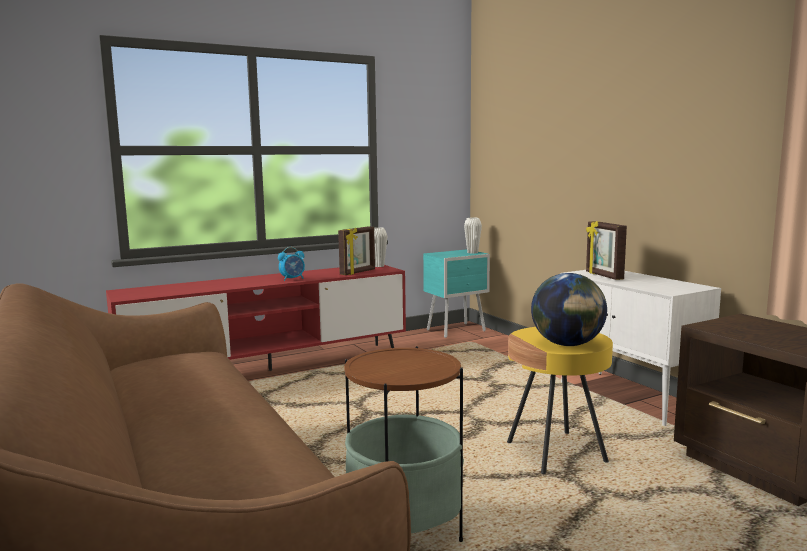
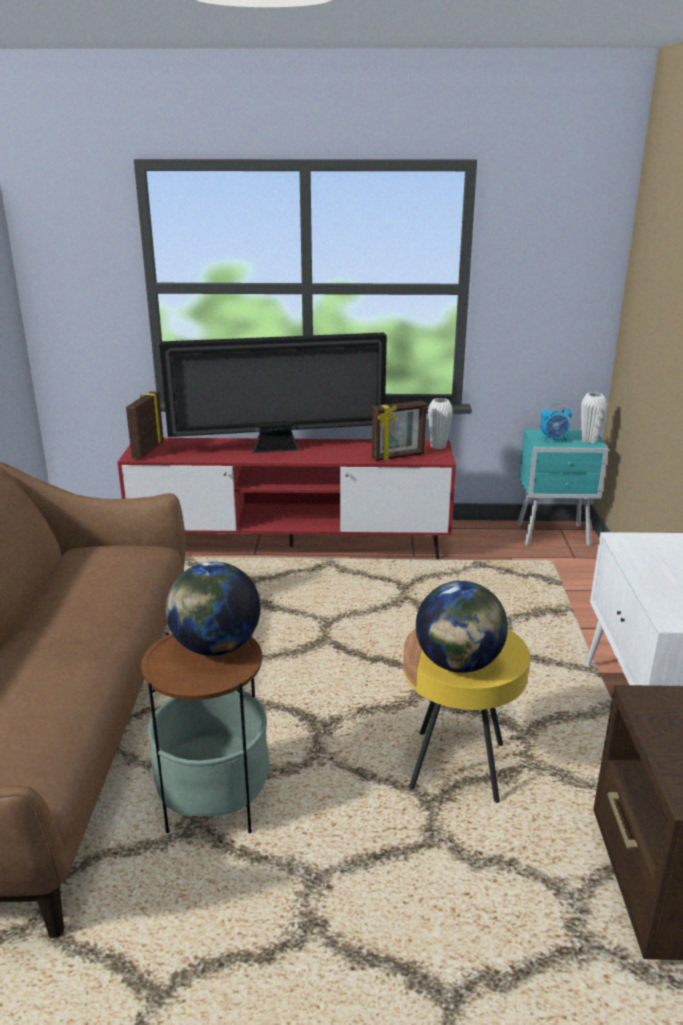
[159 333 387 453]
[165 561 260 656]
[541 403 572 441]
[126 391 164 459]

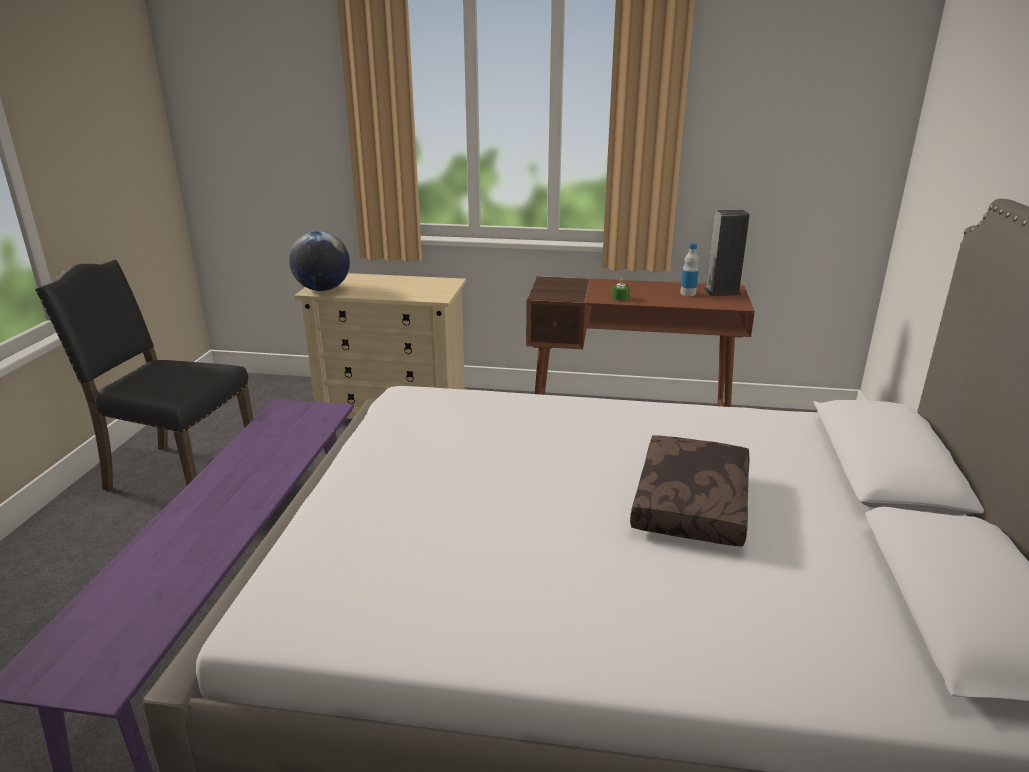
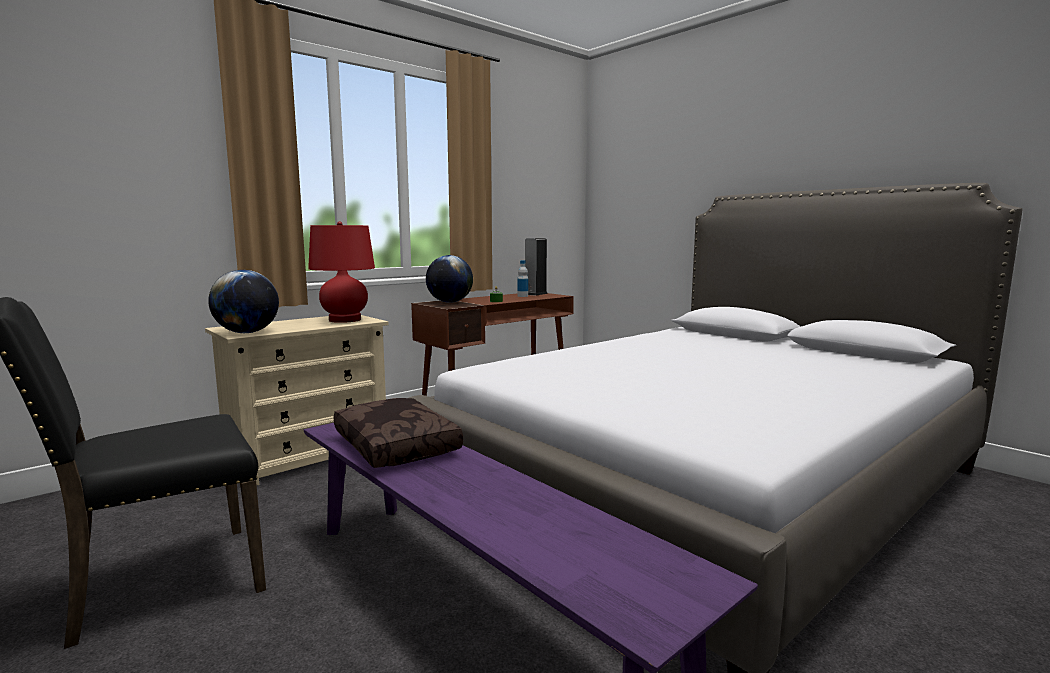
[308 221 375 323]
[426 255 473 303]
[334 398 463 468]

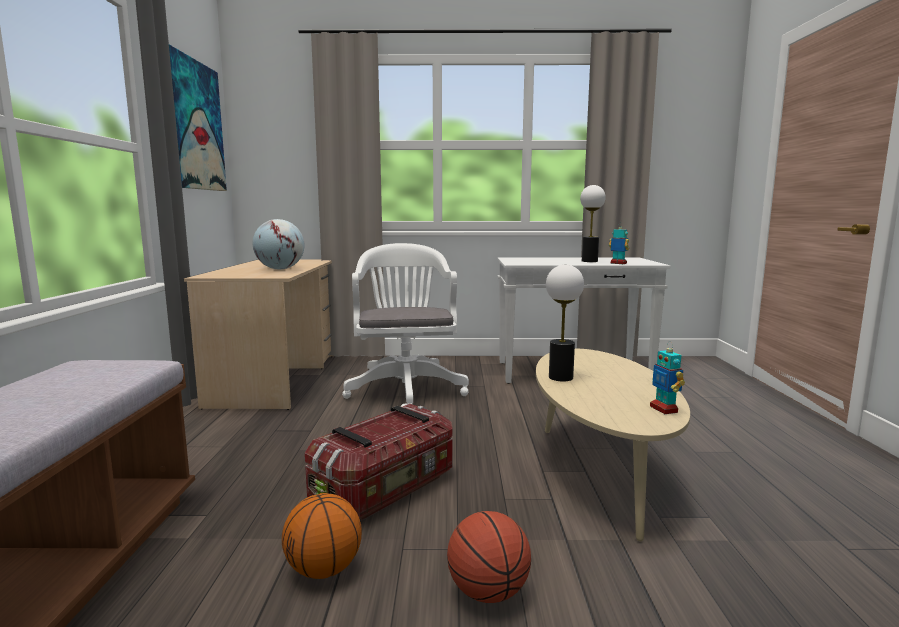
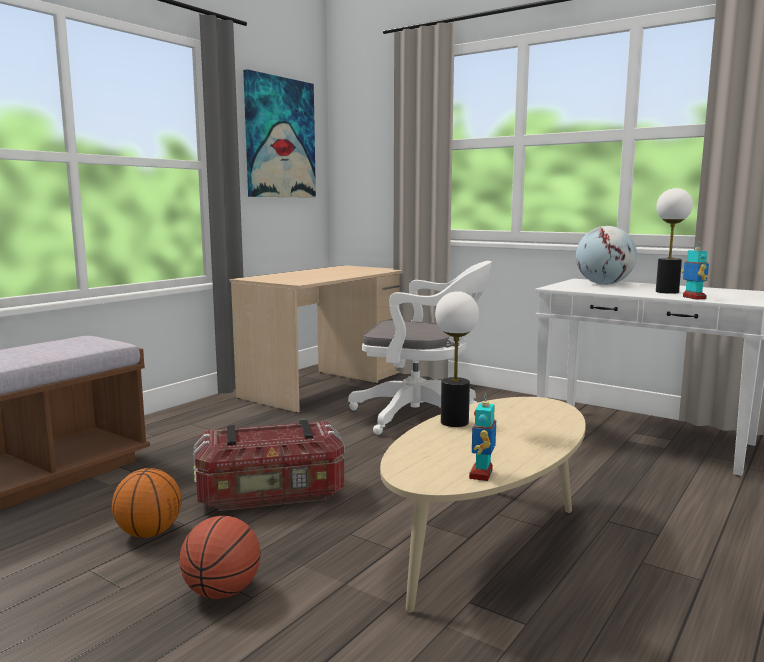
[576 226 637 285]
[348 261 492 435]

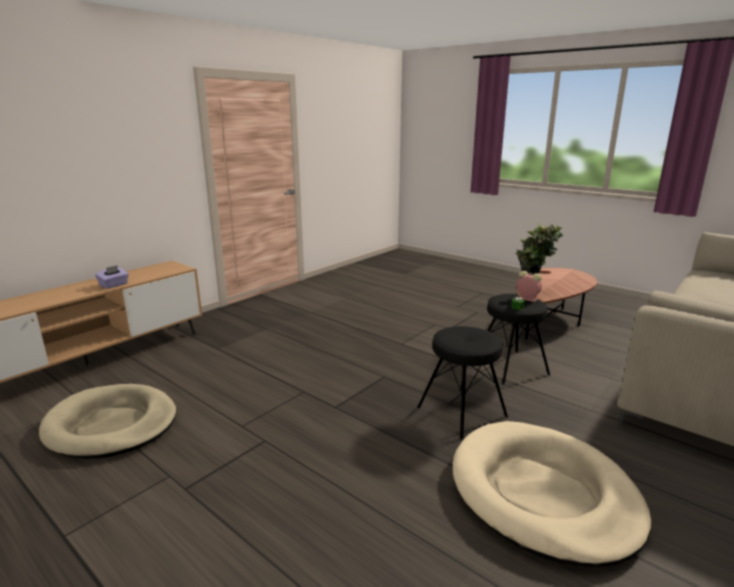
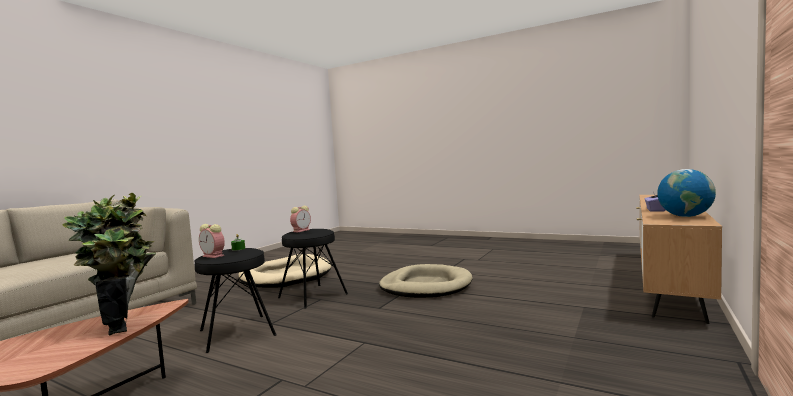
[290 206 311 232]
[657 169 716 217]
[379 264 473 298]

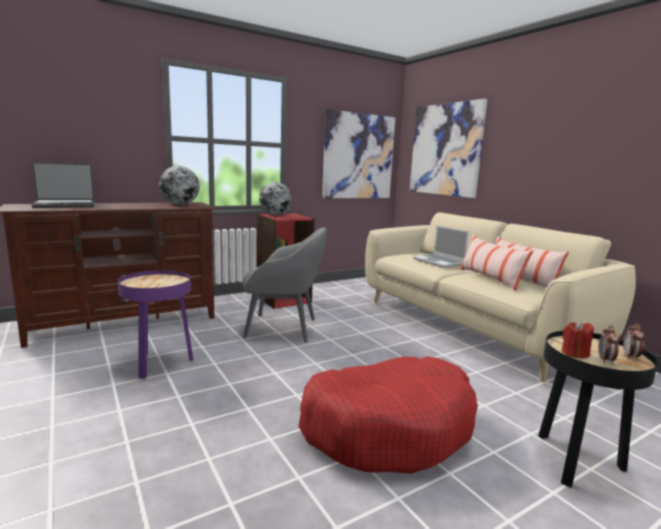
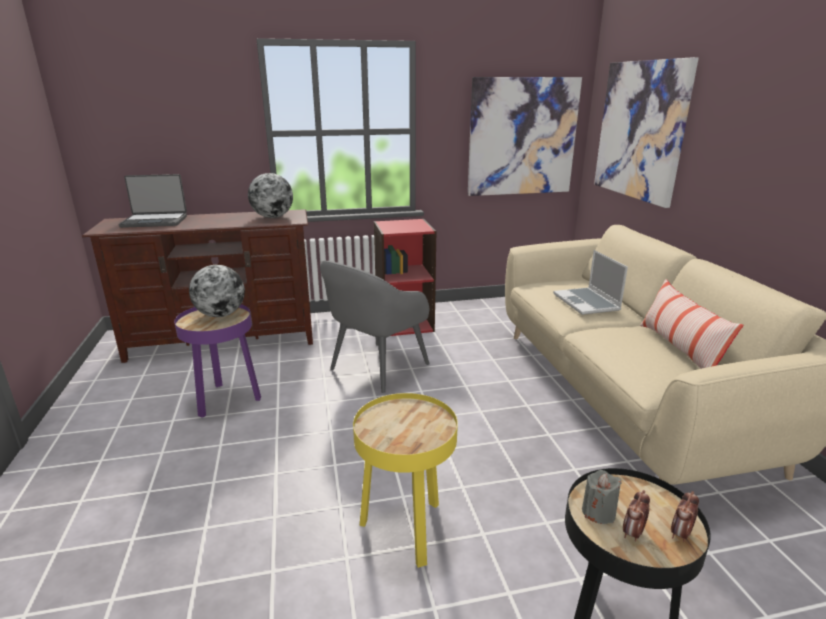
[459 235 533 291] (first image)
[189 265 245 317]
[353 393 458 568]
[582 470 622 524]
[320 261 430 393]

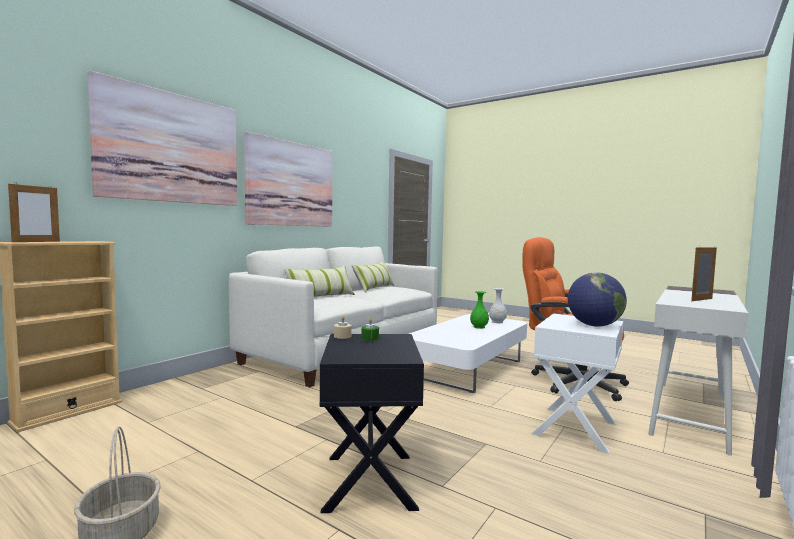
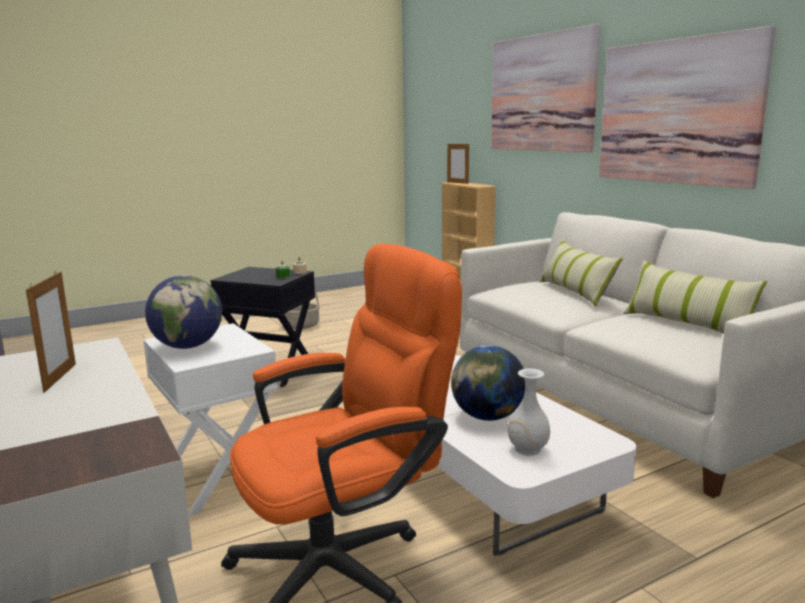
[451 345 525 421]

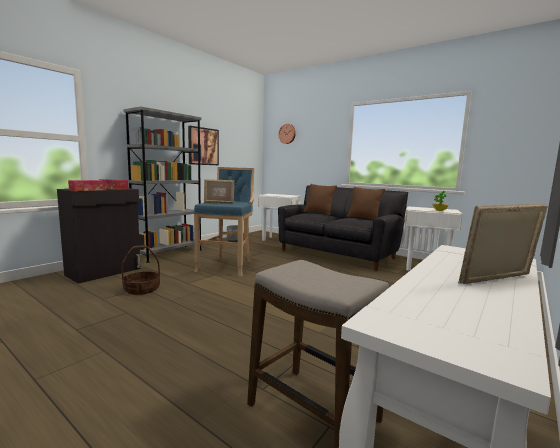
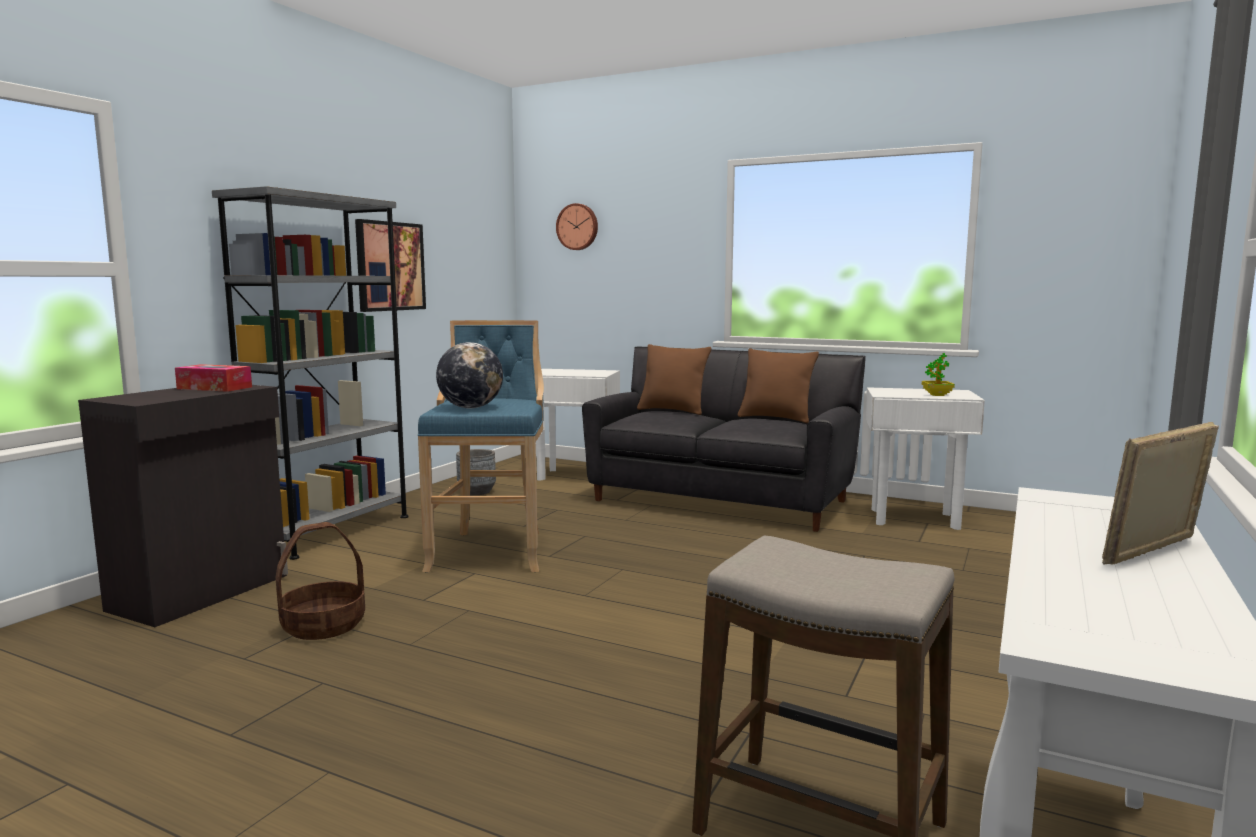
[68 180 105 191] (first image)
[436 342 503 408]

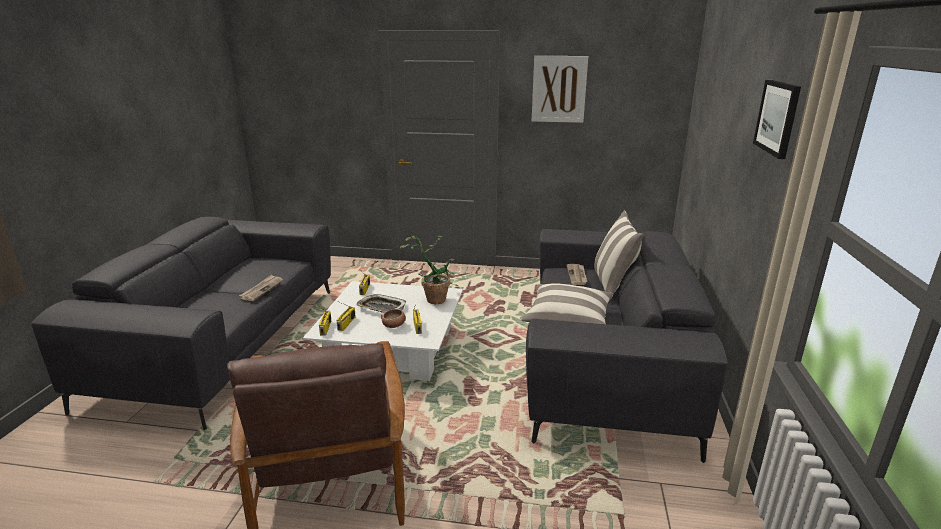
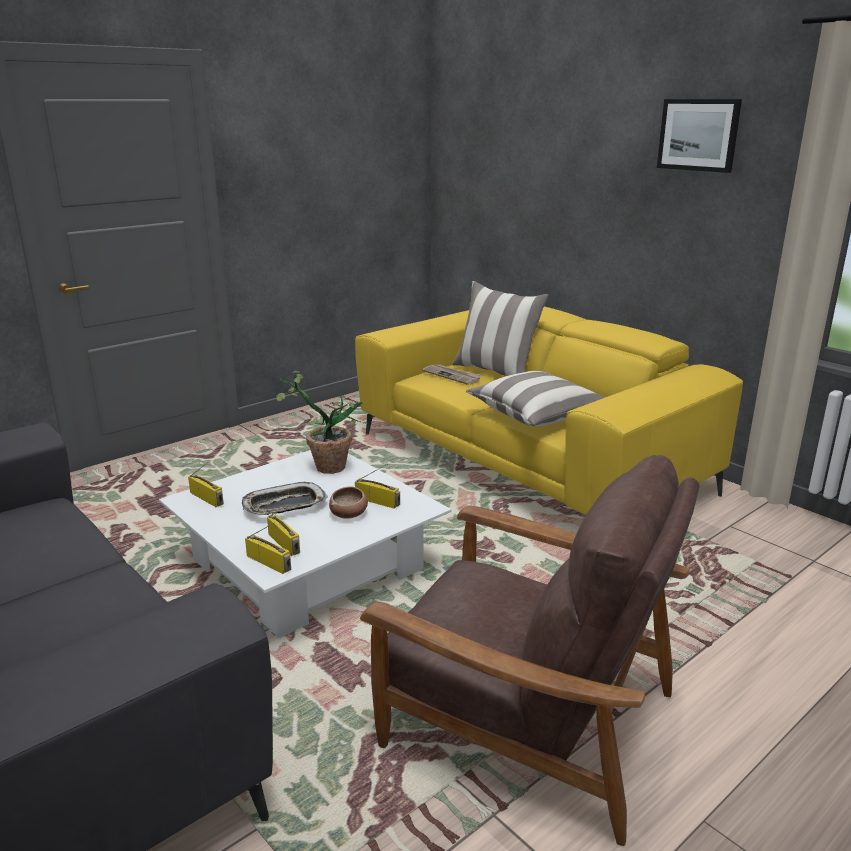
[239 275 283 301] (first image)
[532 56 588 123] (first image)
[355 306 743 515]

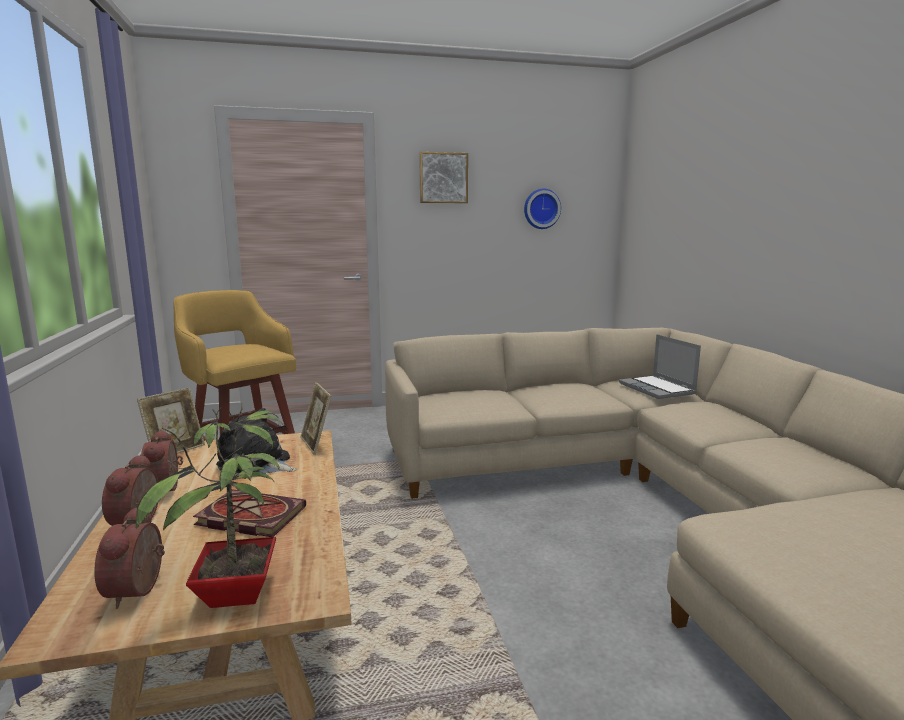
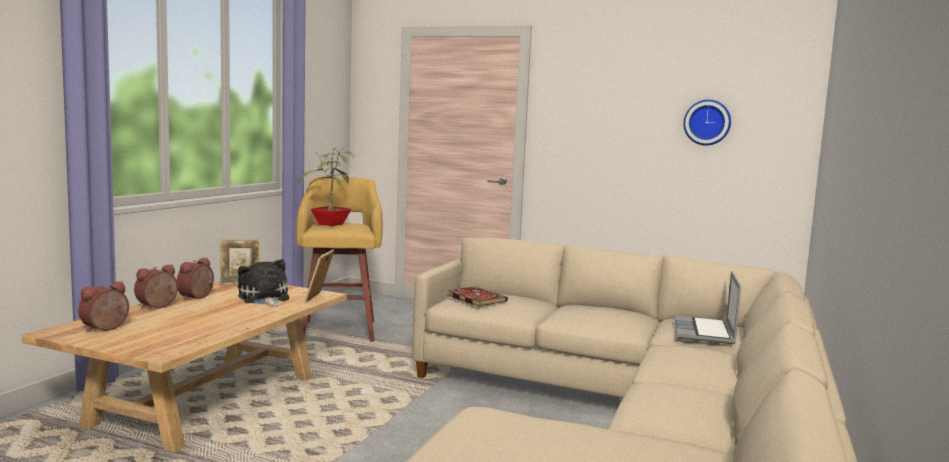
[419 152 468 203] (first image)
[299 148 353 226]
[448 286 508 306]

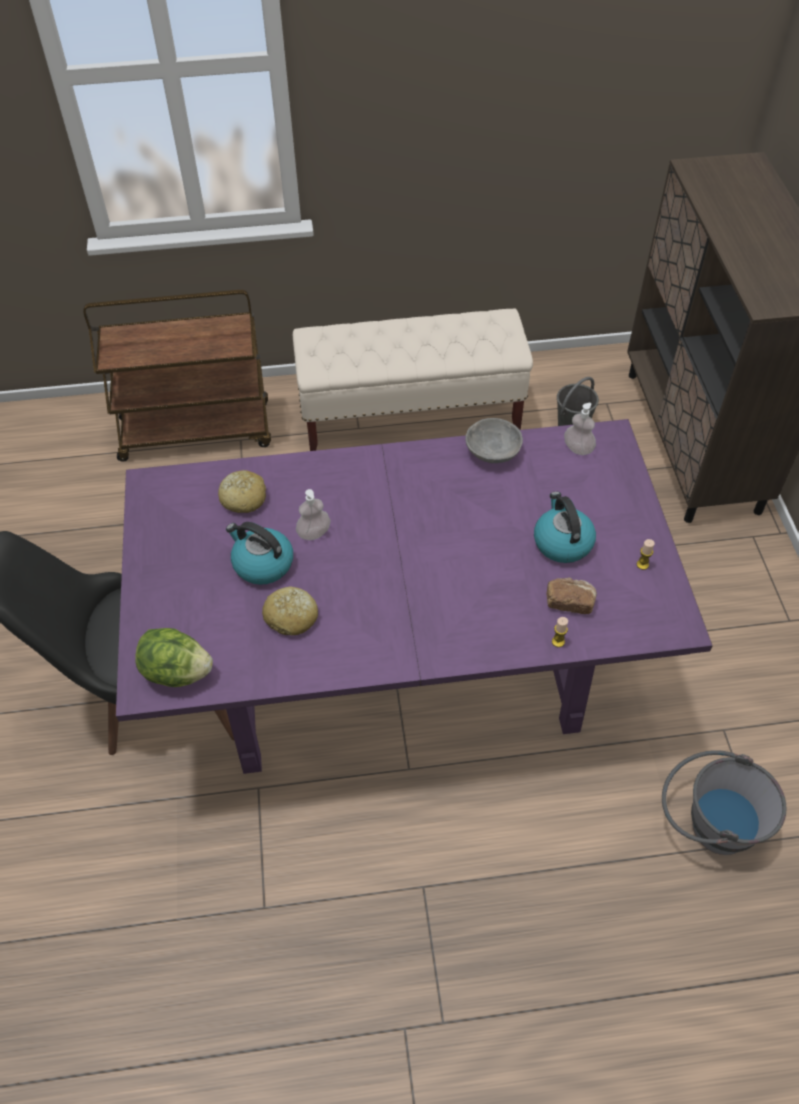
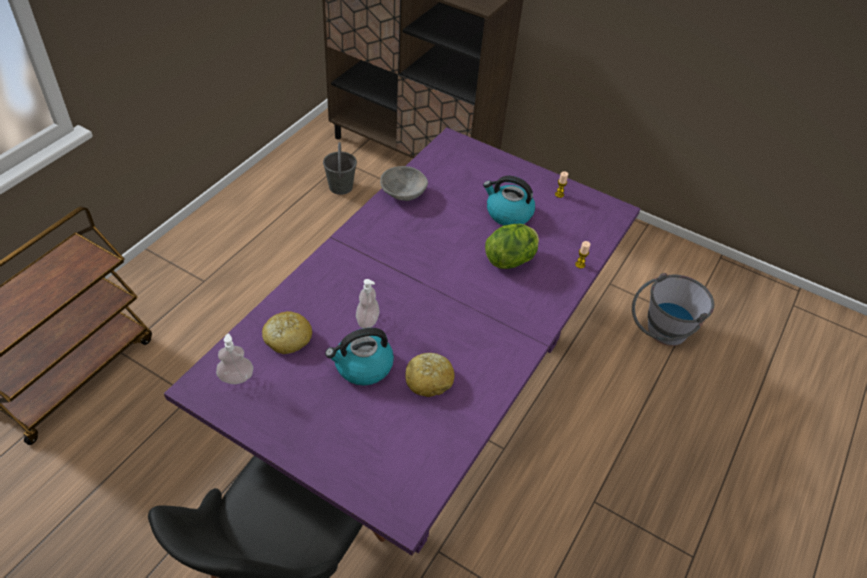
[293 308 533 451] (first image)
[546 577 597 614] (first image)
[485 224 539 269]
[216 334 253 384]

